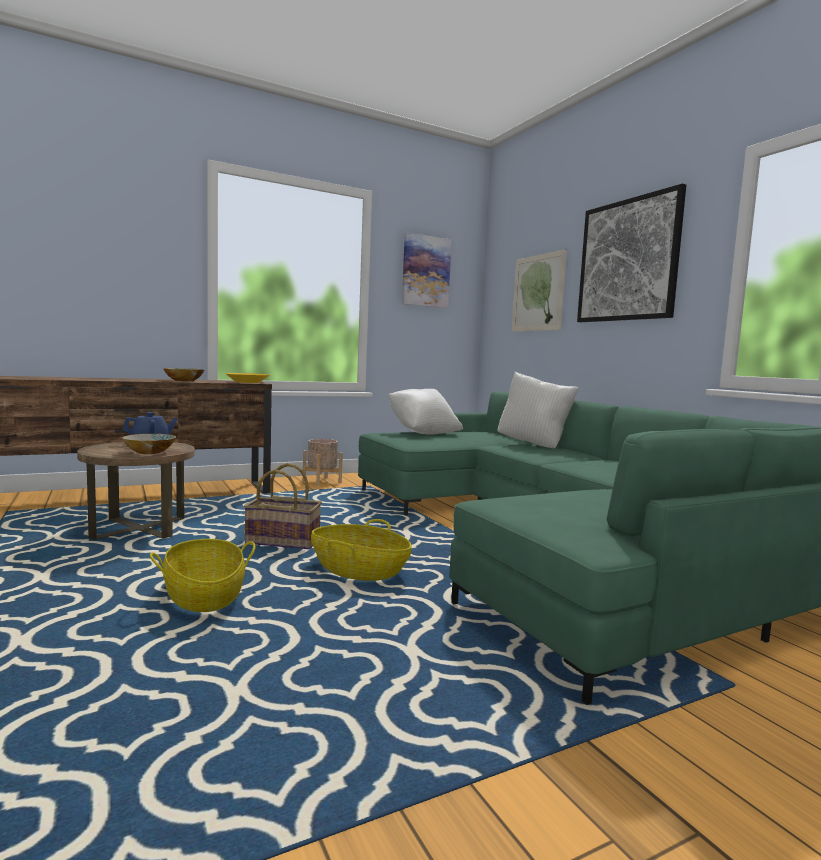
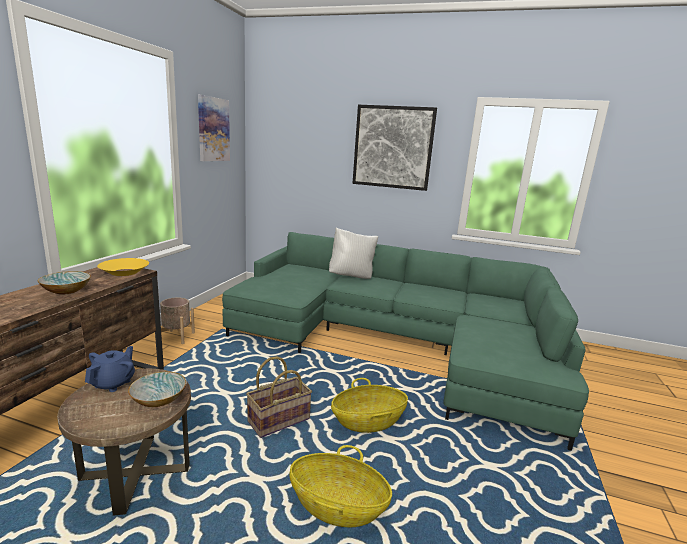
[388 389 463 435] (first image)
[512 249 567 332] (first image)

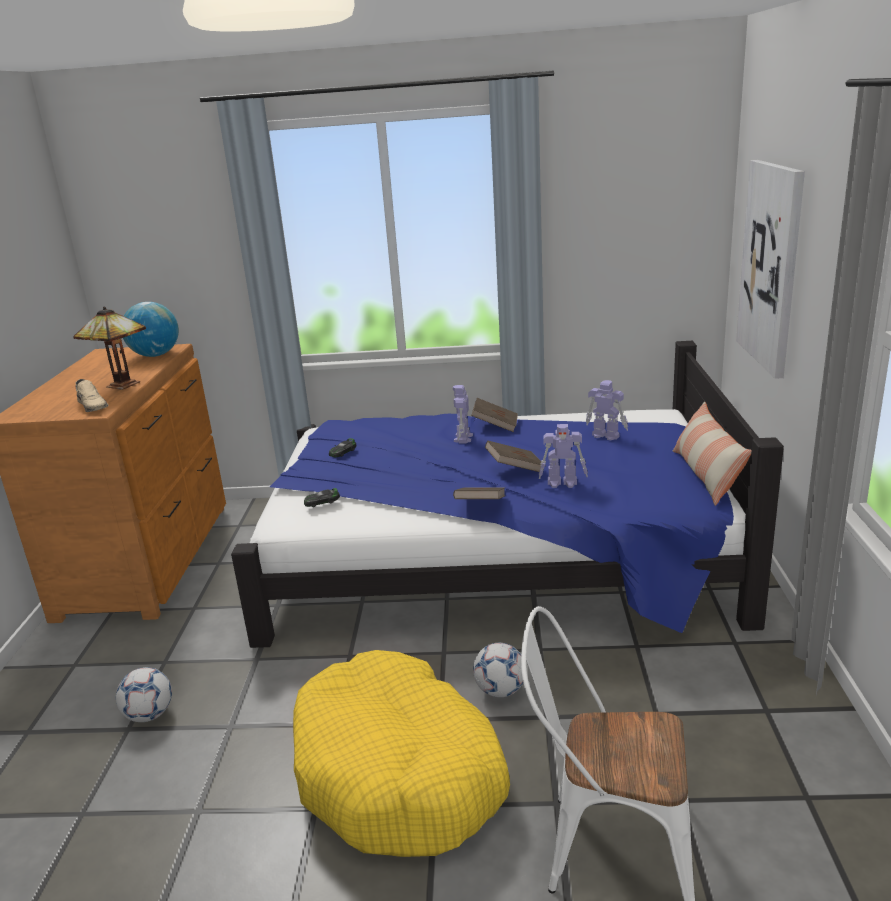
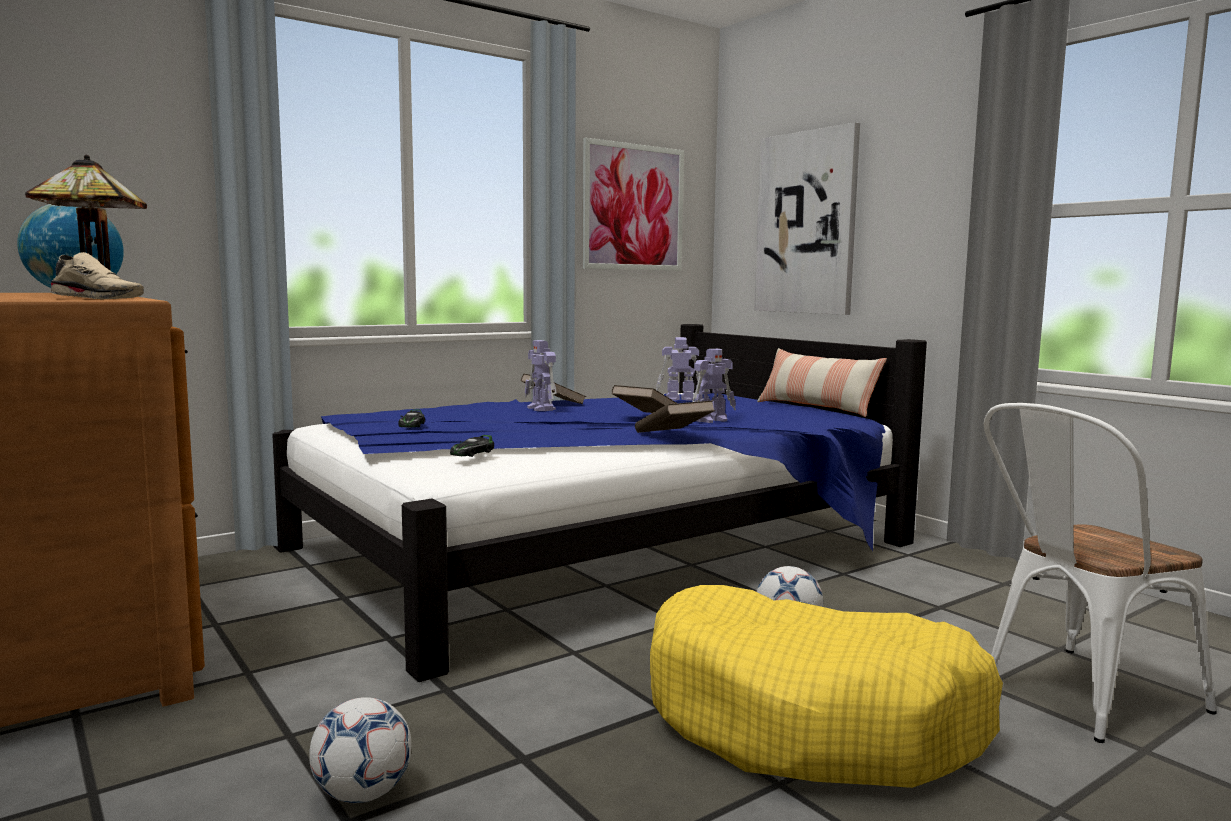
[582 137 684 271]

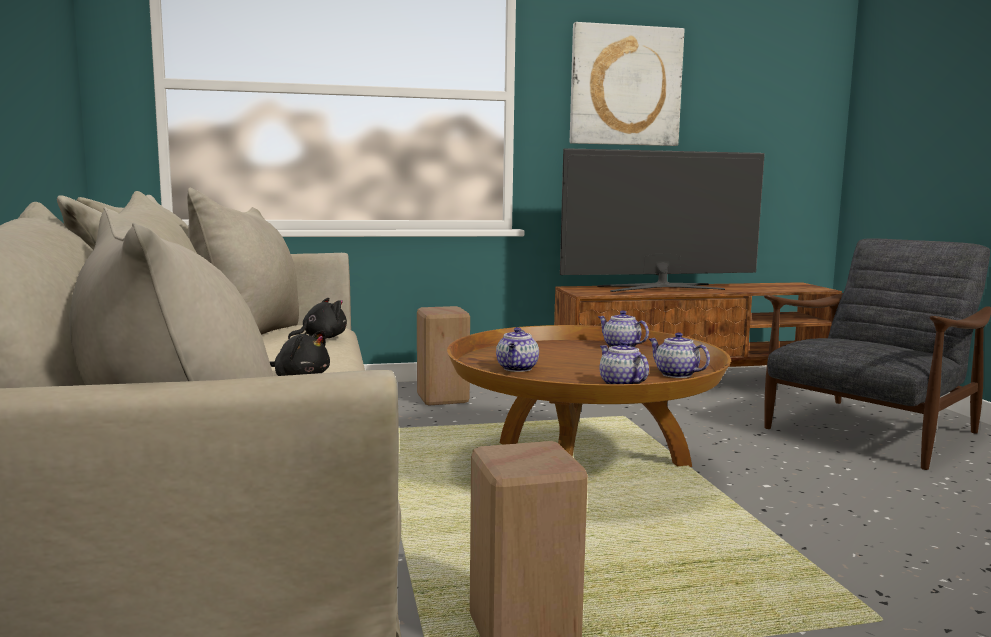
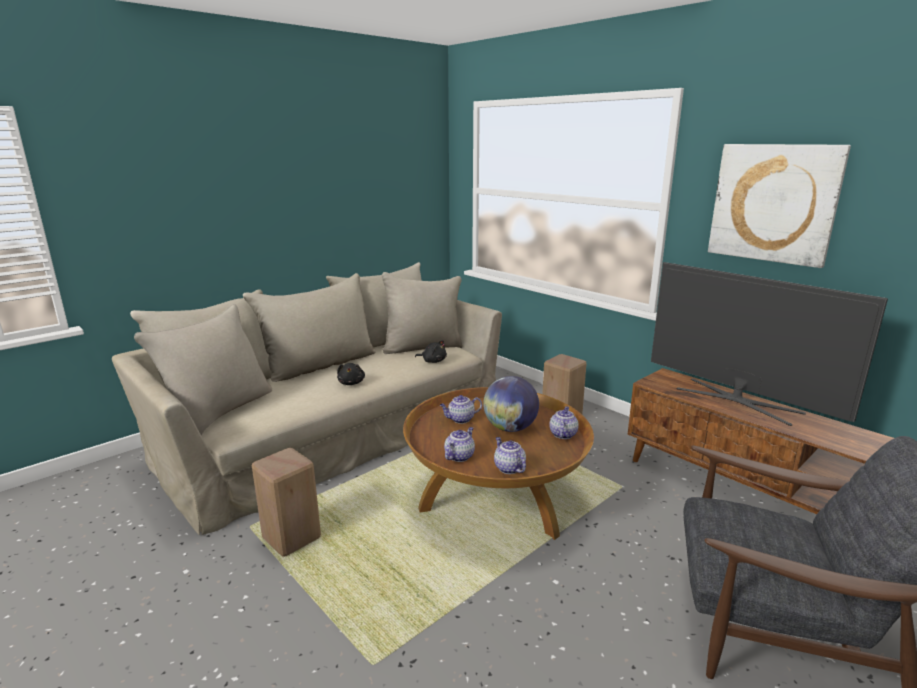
[483 376 539 432]
[494 437 526 474]

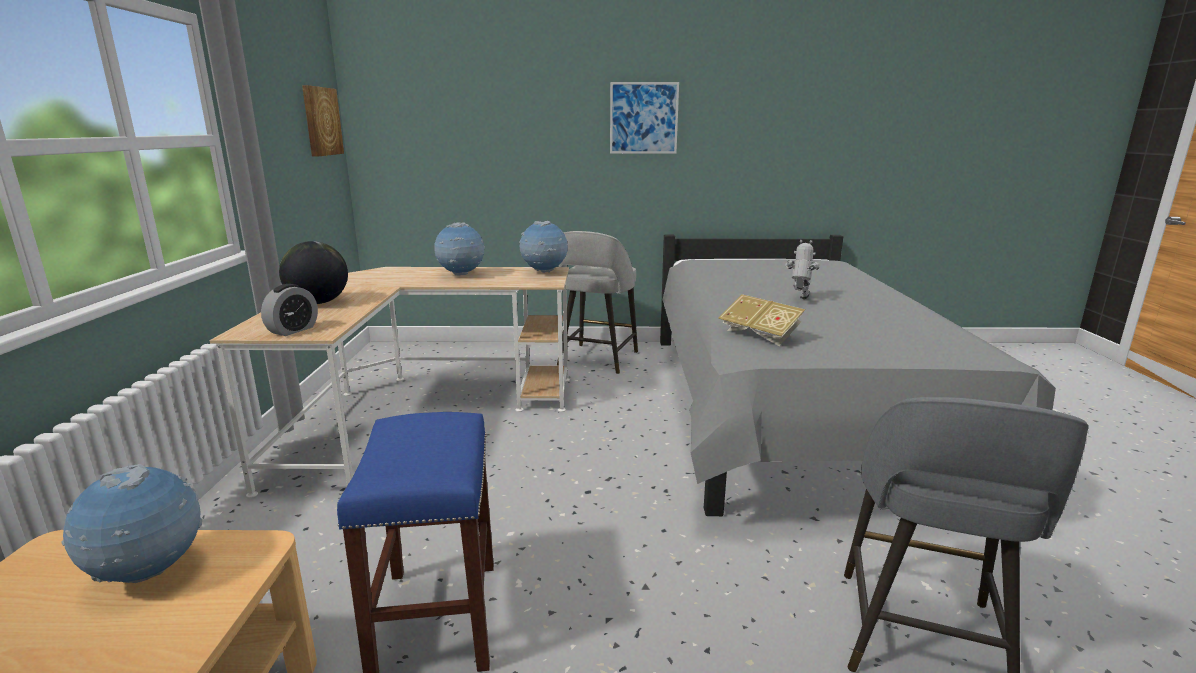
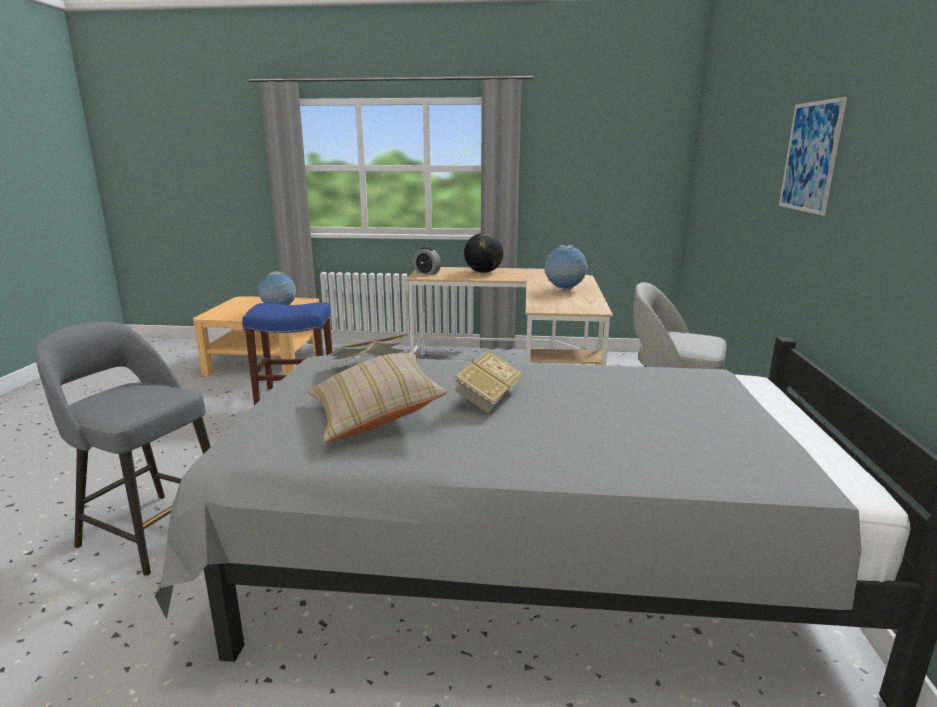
[302 85 344 157] (first image)
[519 221 568 273] (first image)
[307 352 447 443]
[452 351 524 413]

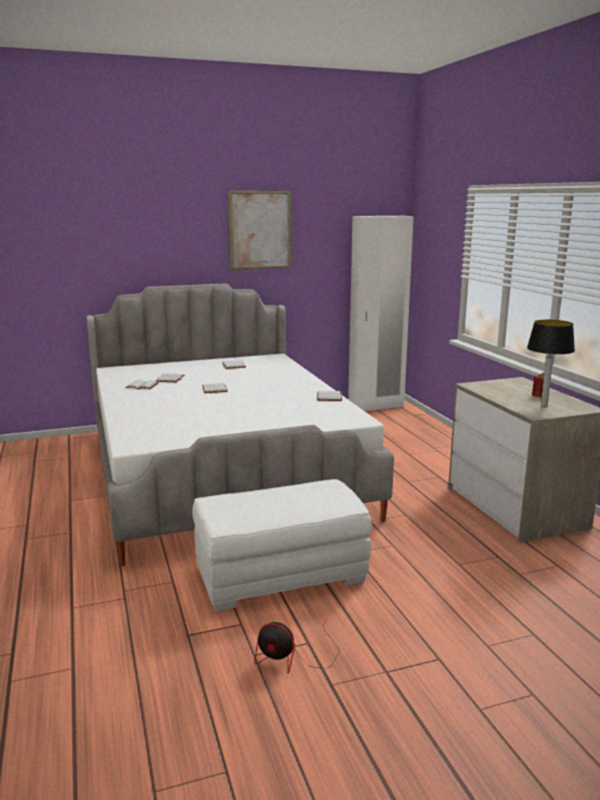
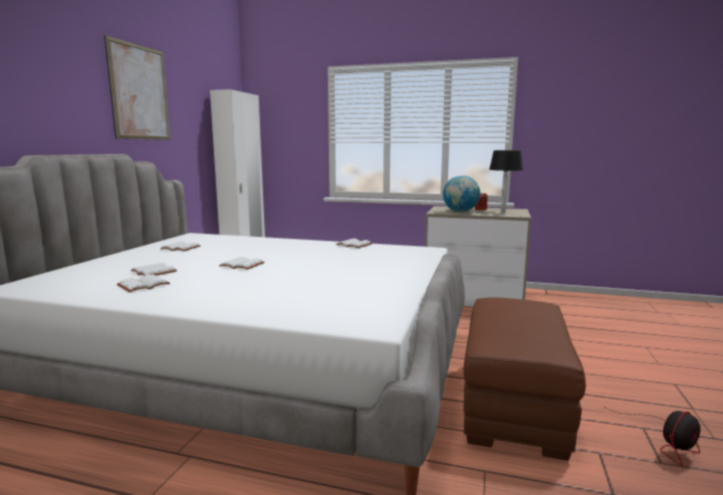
[443 175 480 212]
[463 297 586 460]

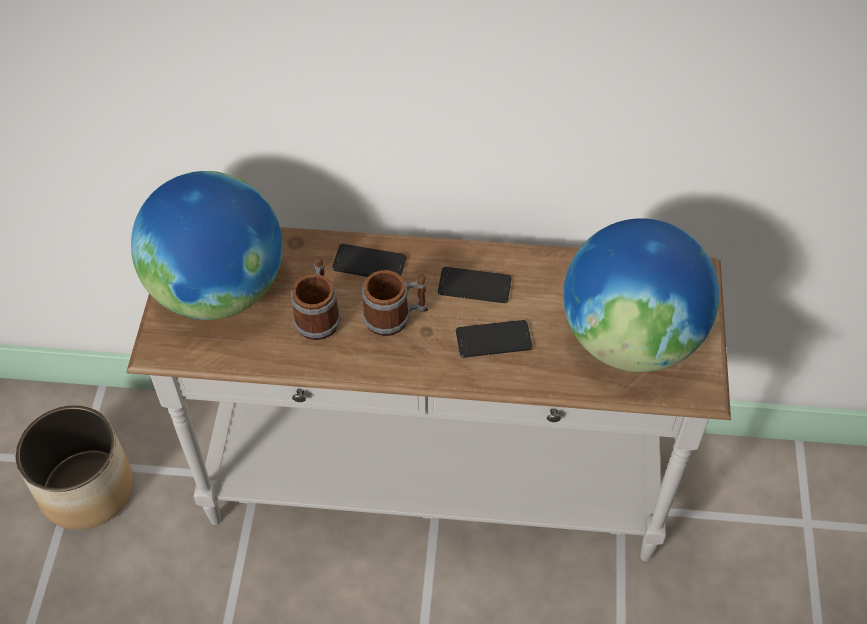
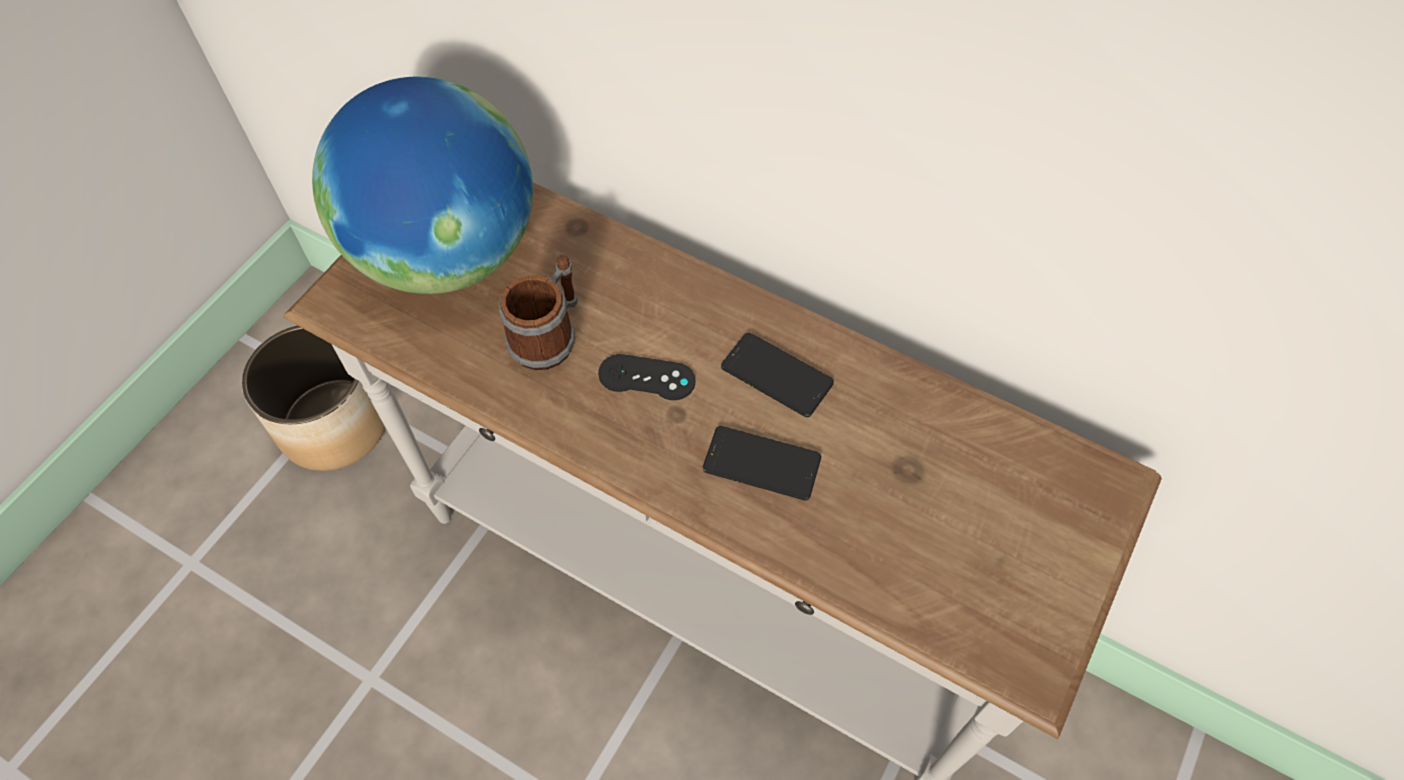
[332 244 406 277] (first image)
[563 218 719 372] (first image)
[598 354 695 400]

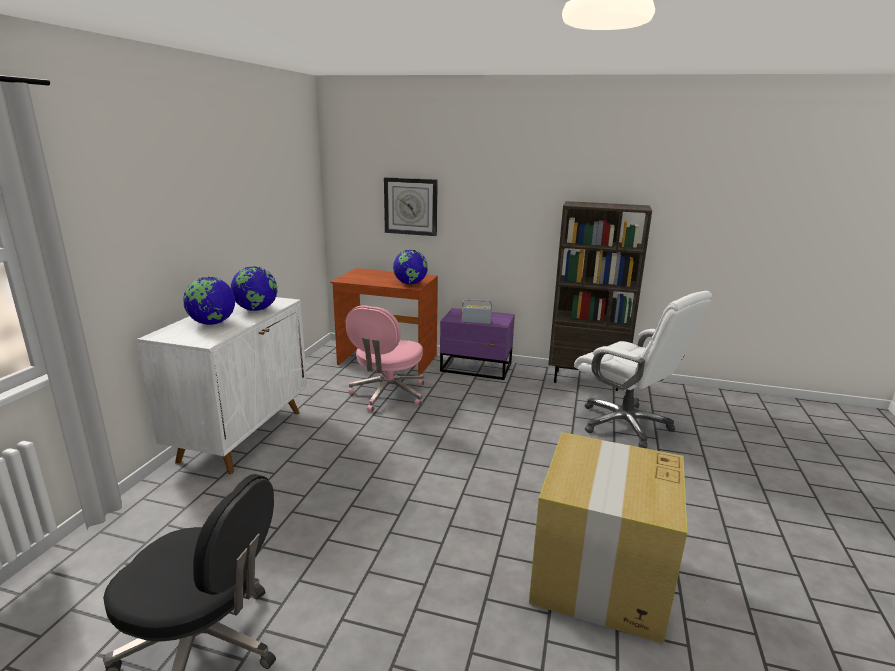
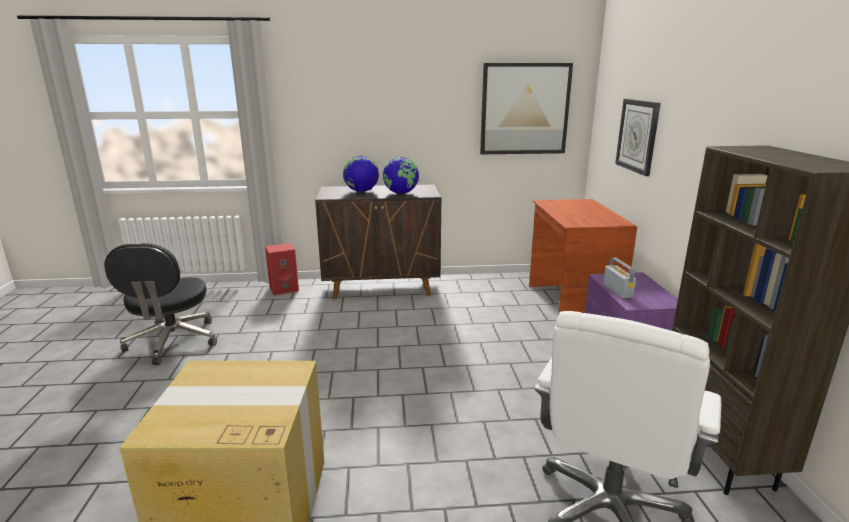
[346 305 424 412] (first image)
[393 250 428 285] (first image)
[265 243 299 296]
[480 63 573 154]
[315 185 442 299]

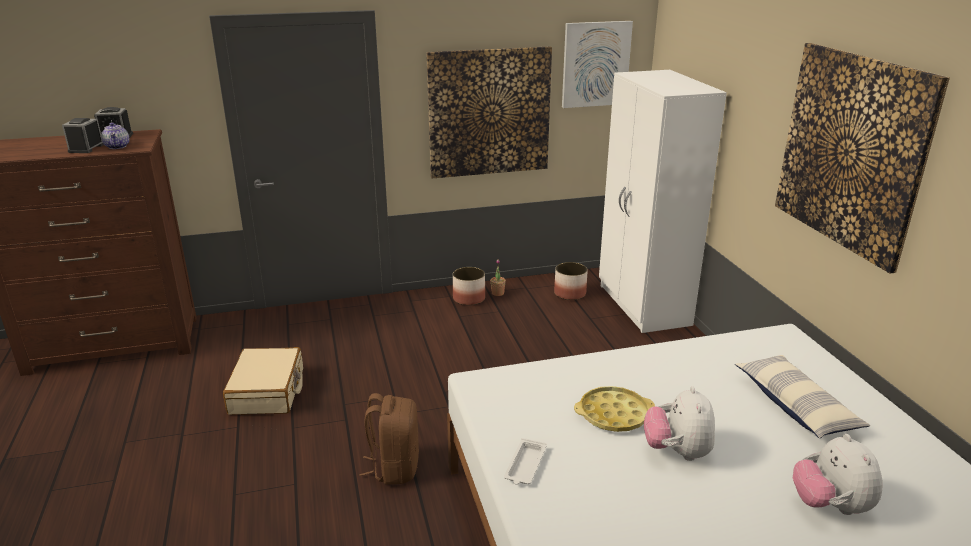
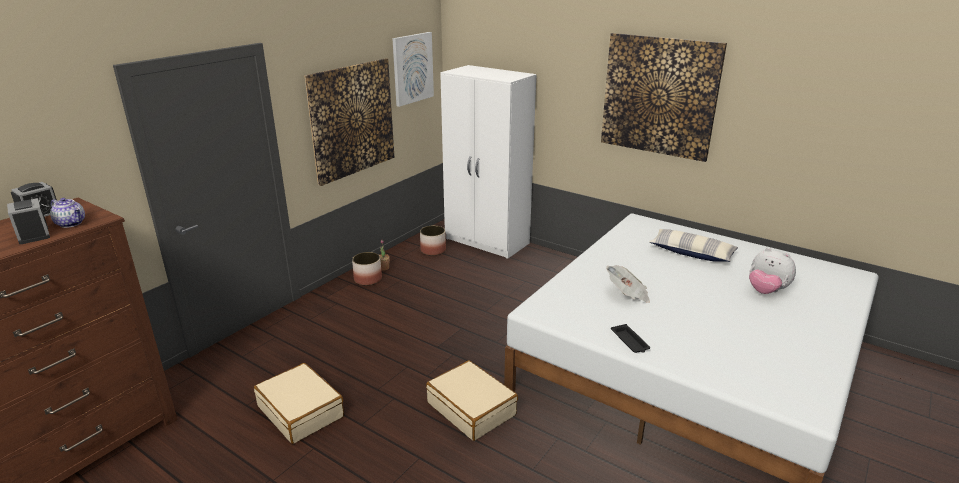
[644 386 715 461] (first image)
[426 360 518 441]
[606 265 650 303]
[611 324 650 353]

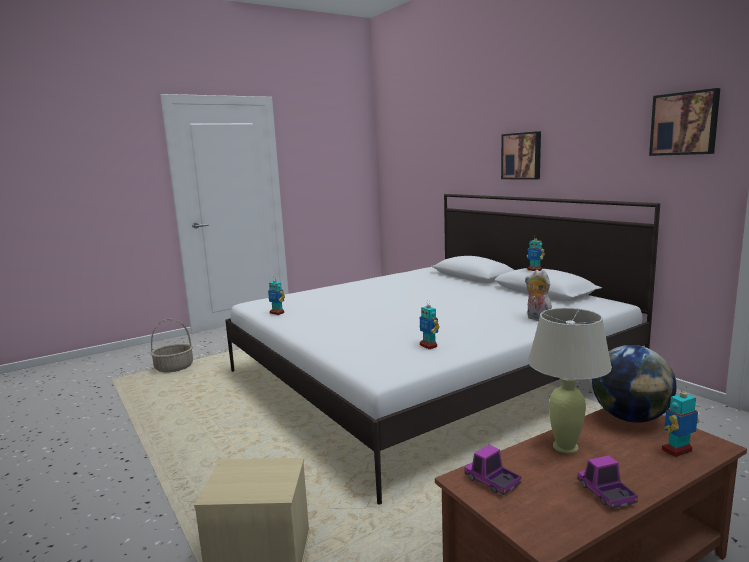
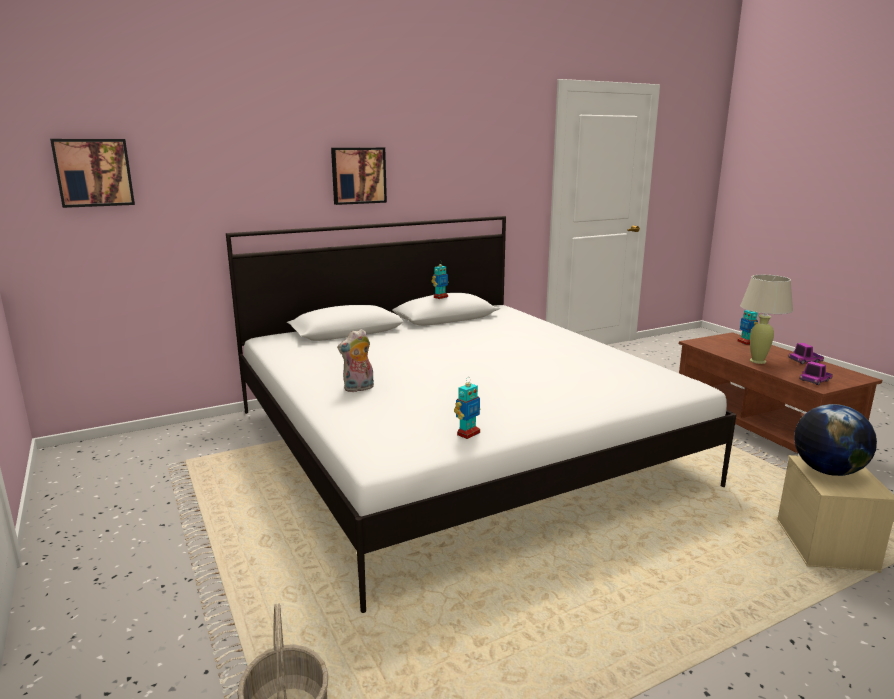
[420 300 440 349] (first image)
[337 329 374 392]
[794 404 877 476]
[50 139 135 208]

